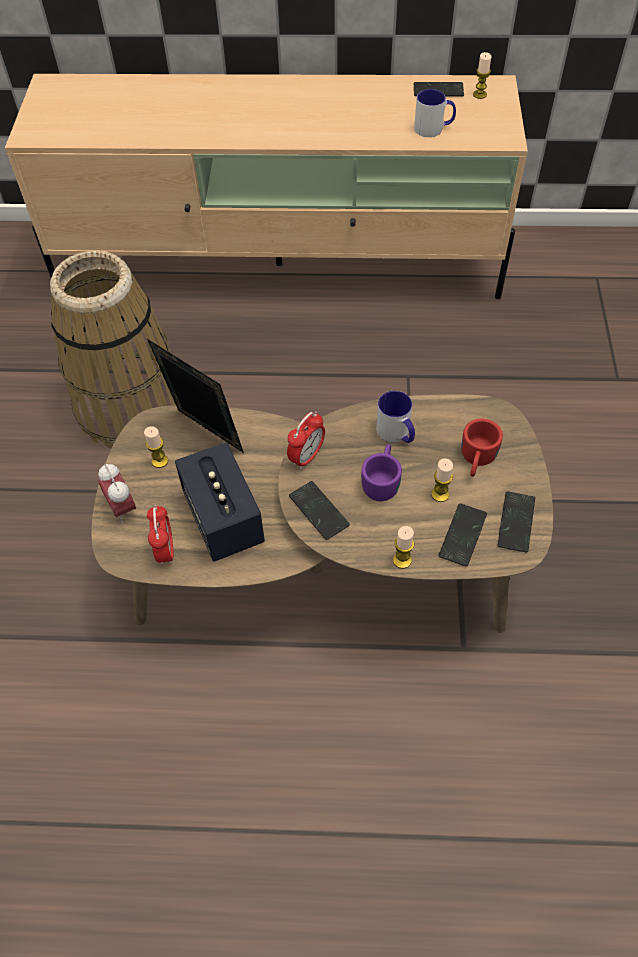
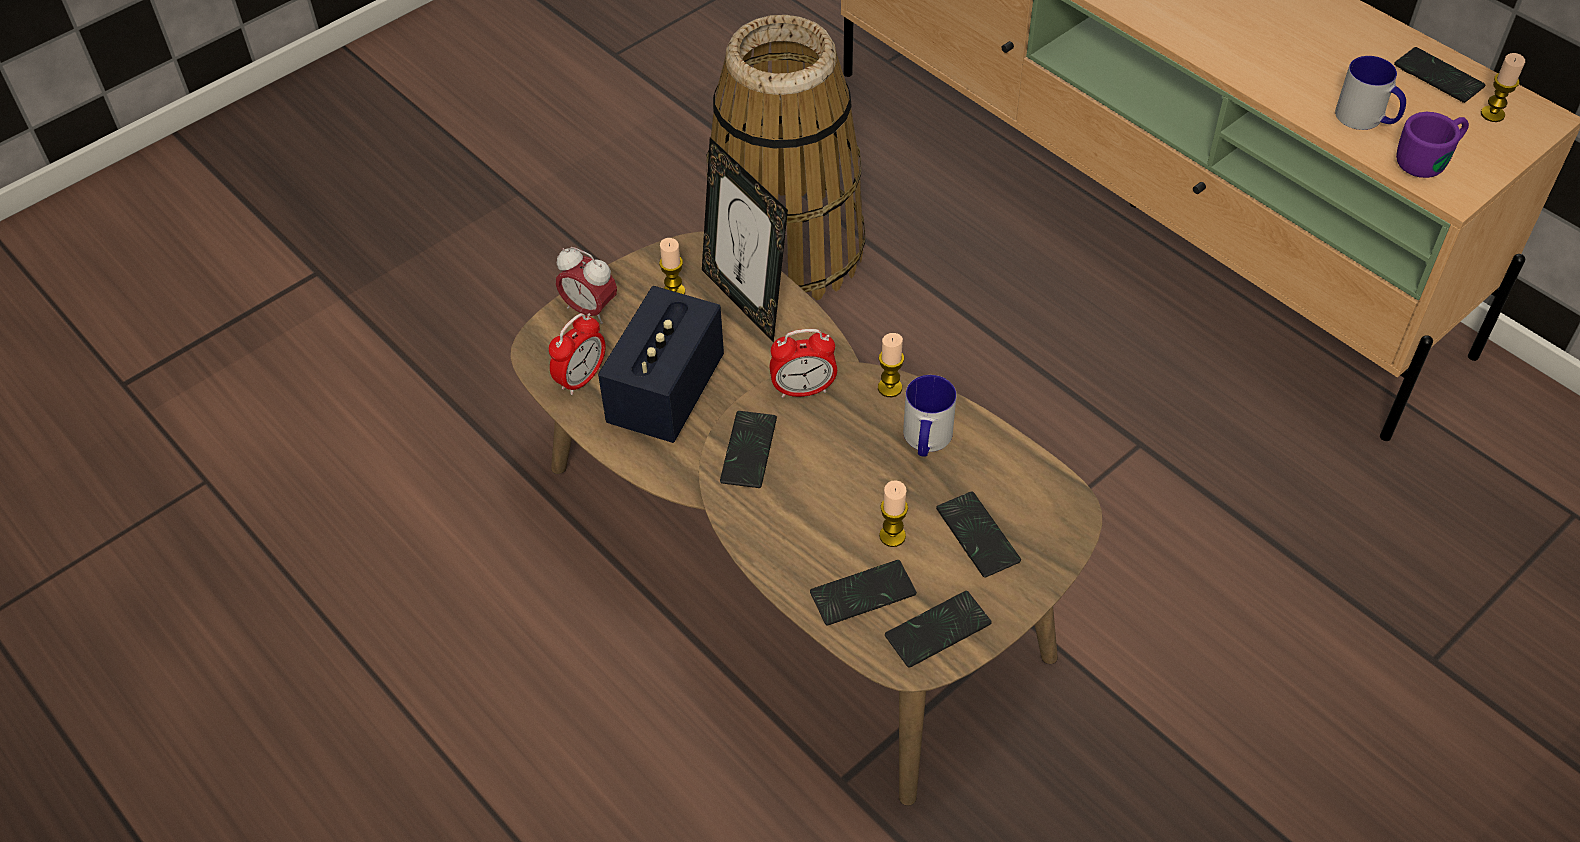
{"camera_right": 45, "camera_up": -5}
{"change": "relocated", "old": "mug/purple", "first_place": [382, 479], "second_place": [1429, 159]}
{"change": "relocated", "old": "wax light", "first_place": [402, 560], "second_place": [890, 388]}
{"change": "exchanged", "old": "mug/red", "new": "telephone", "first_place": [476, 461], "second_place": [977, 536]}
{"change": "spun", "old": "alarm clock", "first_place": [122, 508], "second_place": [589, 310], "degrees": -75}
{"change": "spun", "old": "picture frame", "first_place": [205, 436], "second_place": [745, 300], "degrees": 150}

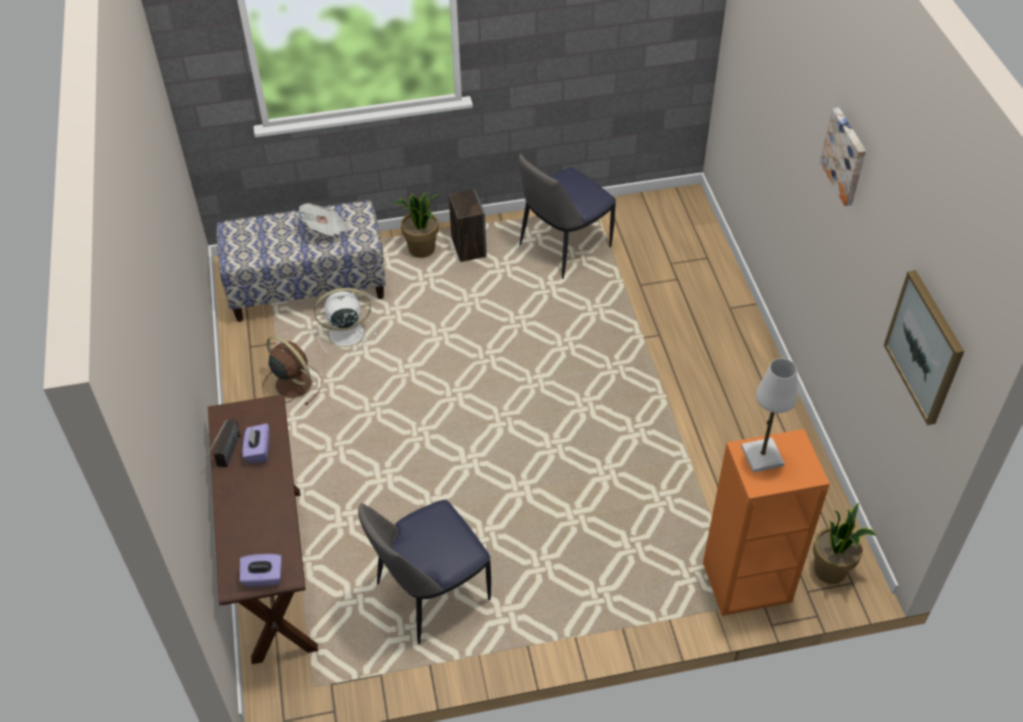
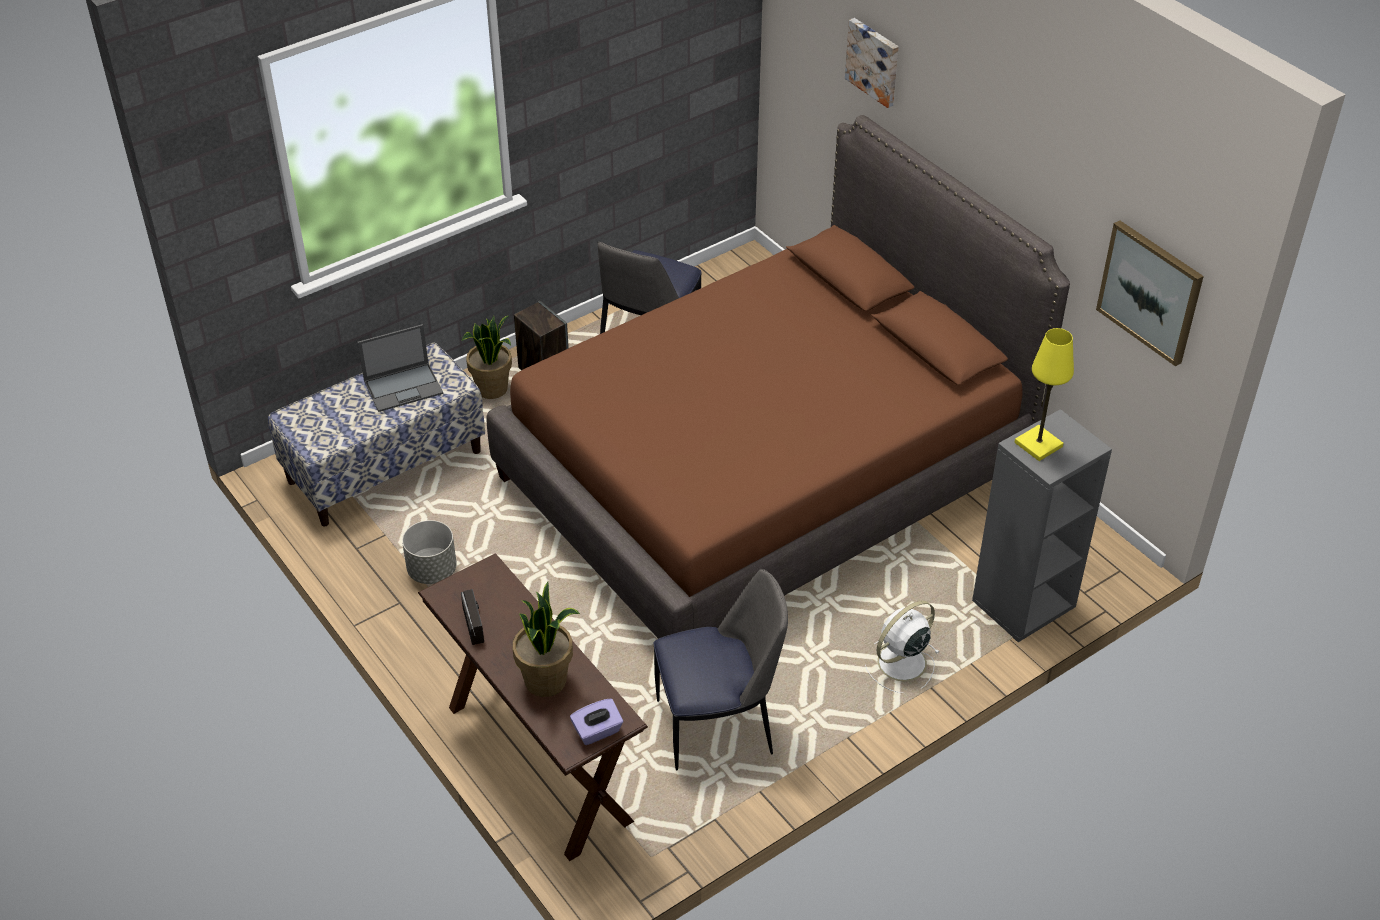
{"camera_right": -25, "camera_up": -5}
{"change": "missing", "old": "tissue box/purple", "first_place": [258, 450]}
{"change": "appeared", "new": "sleeping bed/brownish", "second_place": [765, 475]}
{"change": "relocated", "old": "fan/whitish", "first_place": [344, 334], "second_place": [900, 663]}
{"change": "relocated", "old": "potted plant", "first_place": [830, 570], "second_place": [546, 681]}
{"change": "relocated", "old": "picture", "first_place": [846, 156], "second_place": [874, 61]}
{"change": "exchanged", "old": "fan/brownish", "new": "planter/grey", "first_place": [292, 383], "second_place": [432, 571]}
{"change": "exchanged", "old": "printed paper", "new": "portable computer", "first_place": [326, 230], "second_place": [404, 387]}
{"change": "colour", "old": "bookshelf/orangey", "new": "bookshelf/grey", "first_place": [746, 583], "second_place": [1023, 605]}
{"change": "colour", "old": "lamp for a table/whitish", "new": "lamp for a table/yellow-coloured", "first_place": [762, 456], "second_place": [1038, 444]}
{"change": "spun", "old": "chair", "first_place": [430, 594], "second_place": [718, 725], "degrees": -135}

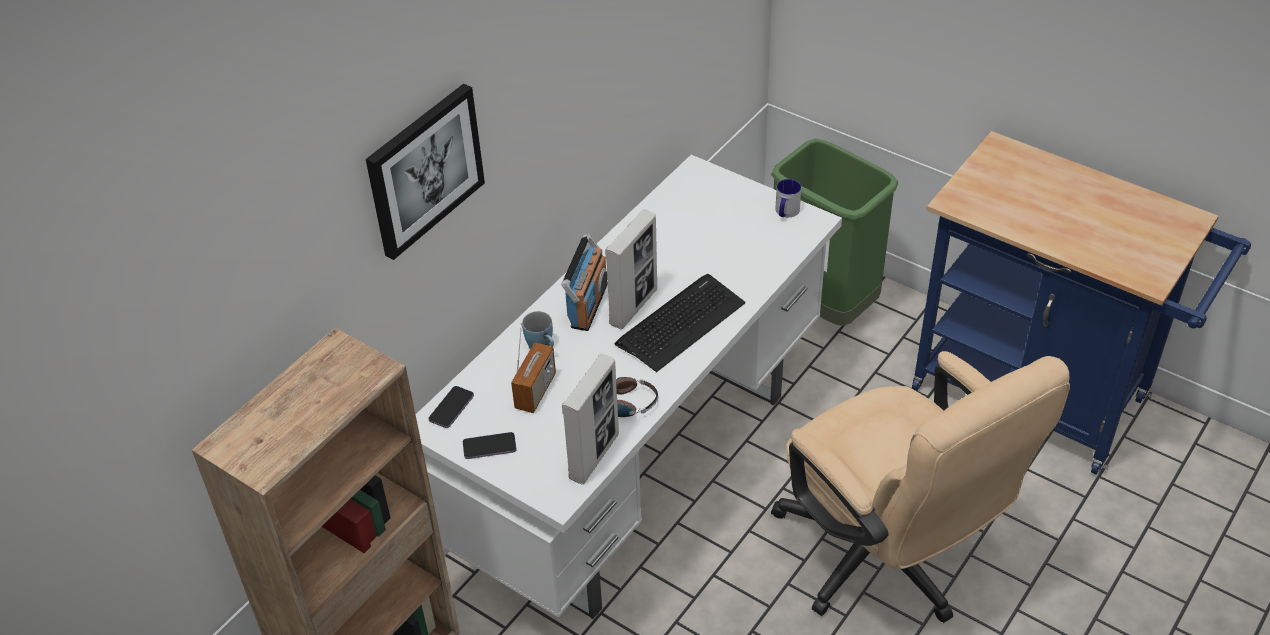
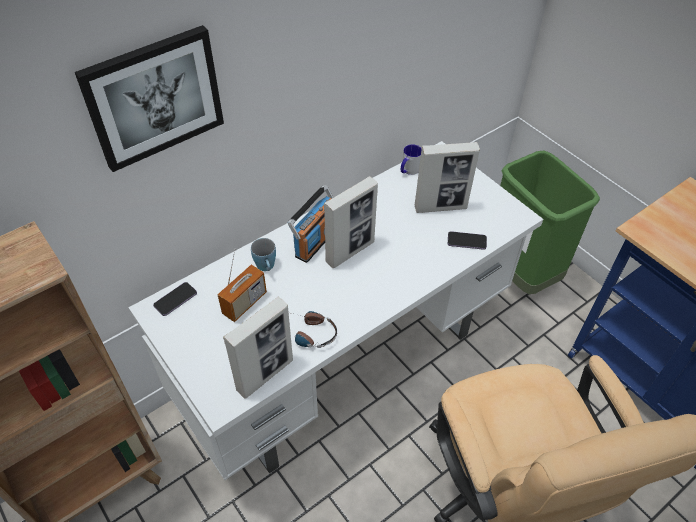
{"camera_right": 15, "camera_up": 5}
{"change": "missing", "old": "PC keyboard", "first_place": [680, 323]}
{"change": "appeared", "new": "picture frame", "second_place": [440, 207]}
{"change": "relocated", "old": "telephone", "first_place": [489, 447], "second_place": [466, 241]}
{"change": "relocated", "old": "mug", "first_place": [785, 212], "second_place": [408, 170]}

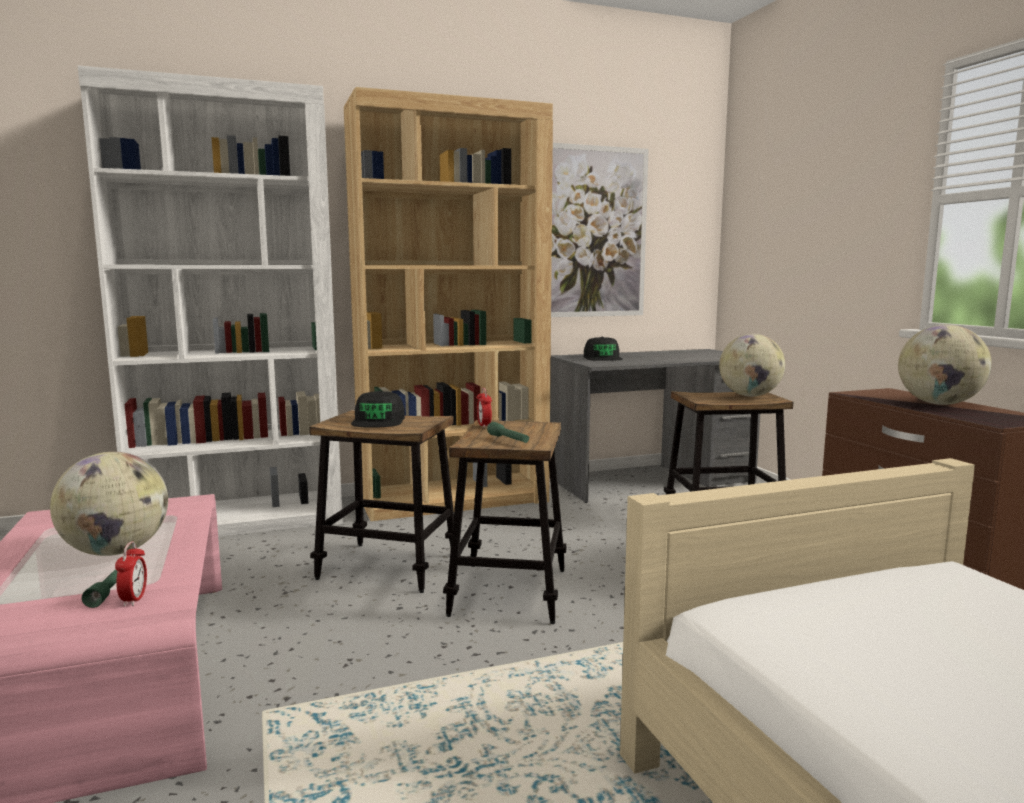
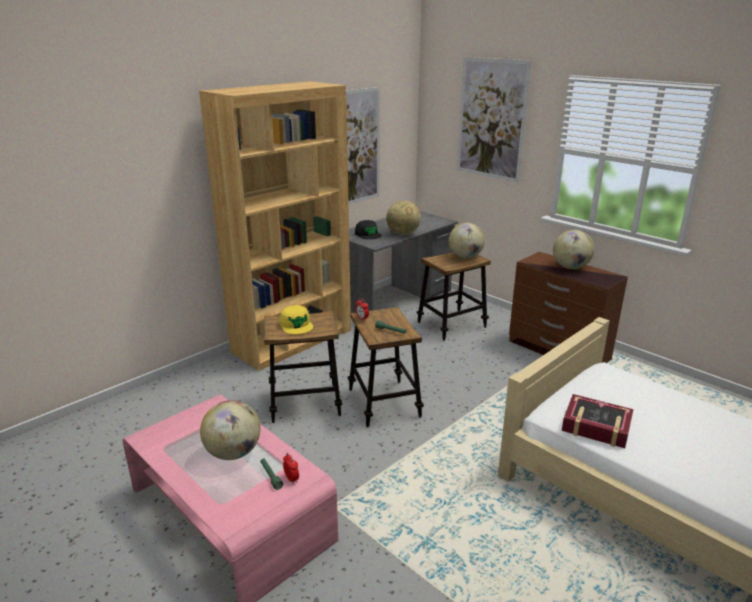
{"camera_right": -25, "camera_up": 15}
{"change": "missing", "old": "bookshelf/whitish", "first_place": [240, 521]}
{"change": "appeared", "new": "world globe", "second_place": [403, 234]}
{"change": "appeared", "new": "picture", "second_place": [491, 119]}
{"change": "appeared", "new": "volume", "second_place": [596, 427]}
{"change": "colour", "old": "baseball cap/black", "new": "baseball cap/yellow-coloured", "first_place": [378, 421], "second_place": [296, 325]}

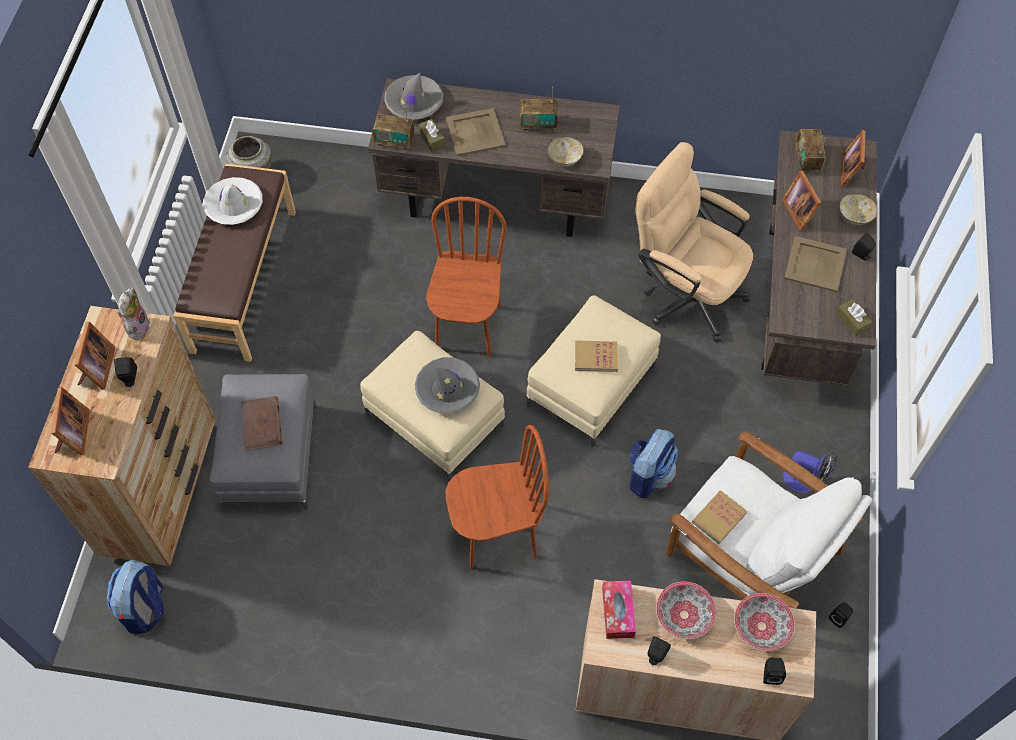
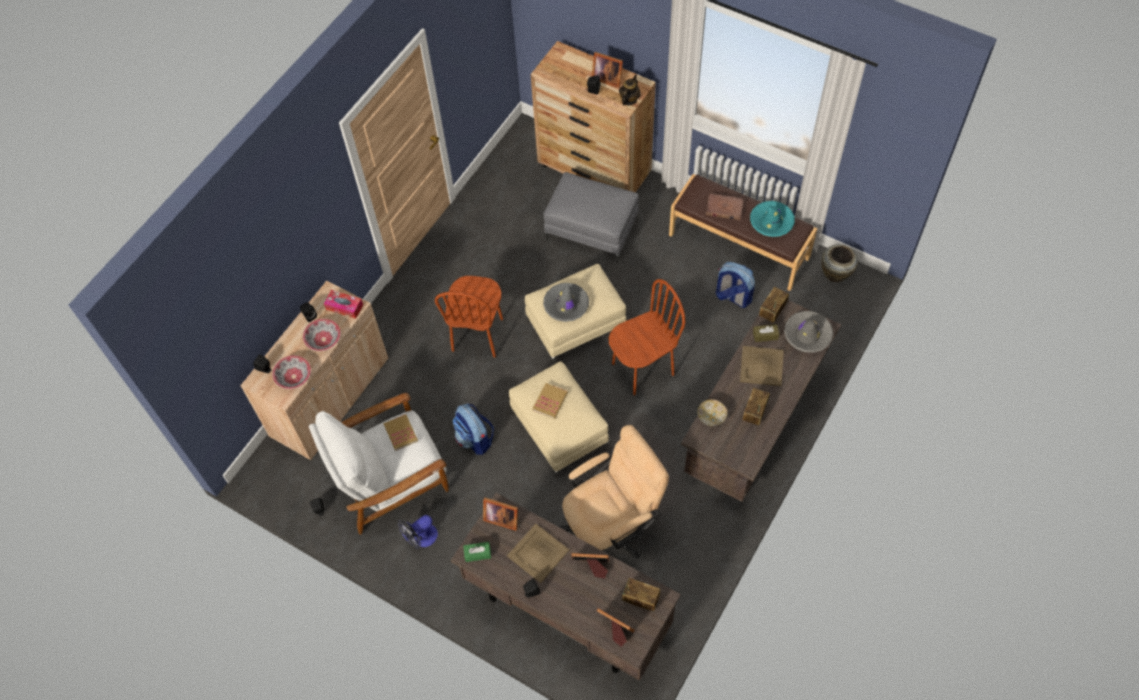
{"camera_right": 115, "camera_up": 0}
{"change": "missing", "old": "deep dish", "first_place": [854, 217]}
{"change": "relocated", "old": "picture frame", "first_place": [73, 435], "second_place": [501, 517]}
{"change": "relocated", "old": "backpack", "first_place": [145, 608], "second_place": [732, 297]}
{"change": "relocated", "old": "volume/brownish", "first_place": [262, 425], "second_place": [724, 208]}
{"change": "exchanged", "old": "plush toy", "new": "teapot", "first_place": [137, 326], "second_place": [629, 100]}
{"change": "colour", "old": "hat/whitish", "new": "hat/turquoise", "first_place": [234, 205], "second_place": [771, 222]}
{"change": "colour", "old": "tissue box/brownish", "new": "tissue box/green", "first_place": [852, 321], "second_place": [477, 553]}
{"change": "spun", "old": "chair/brownish", "first_place": [467, 327], "second_place": [642, 368], "degrees": -60}

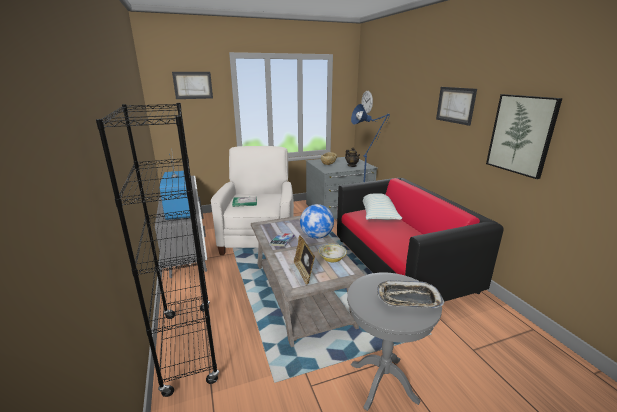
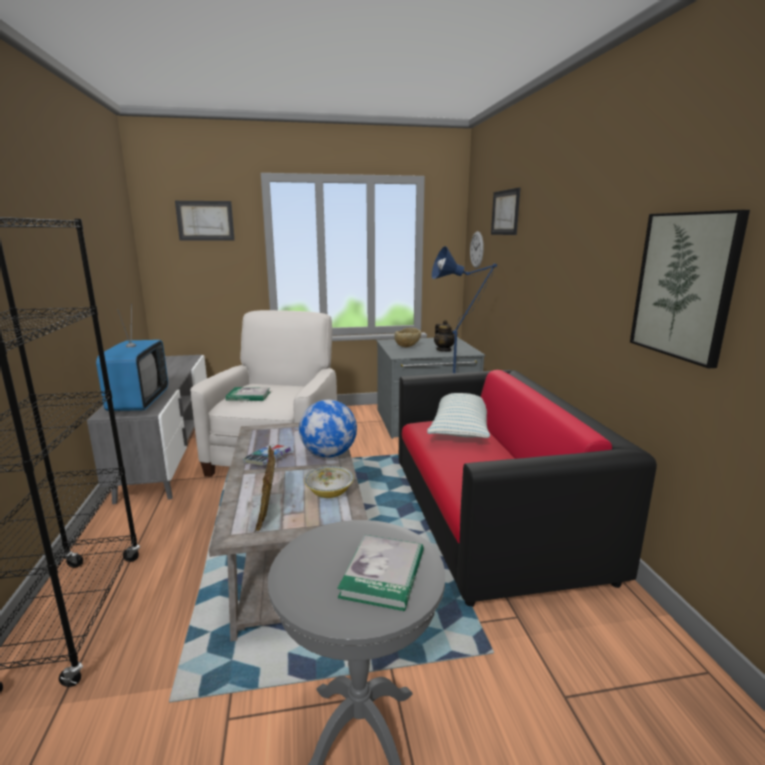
{"camera_right": 10, "camera_up": -5}
{"change": "relocated", "old": "picture", "first_place": [455, 105], "second_place": [505, 212]}
{"change": "exchanged", "old": "tray", "new": "volume", "first_place": [408, 299], "second_place": [383, 574]}

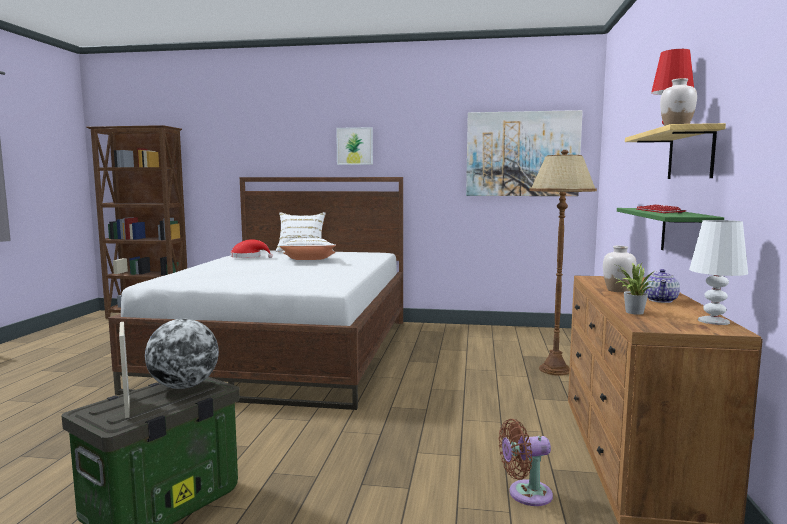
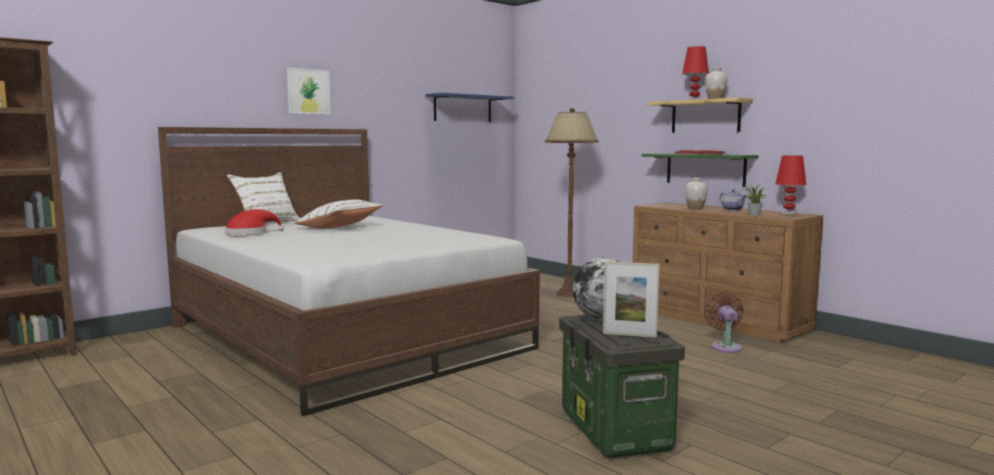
{"camera_right": -50, "camera_up": 0}
{"change": "exchanged", "old": "picture", "new": "bracket shelf/blue-coloured", "first_place": [522, 154], "second_place": [463, 108]}
{"change": "colour", "old": "lamp for a table/whitish", "new": "lamp for a table/red", "first_place": [713, 321], "second_place": [788, 213]}
{"change": "spun", "old": "fan/brownish", "first_place": [525, 494], "second_place": [725, 347], "degrees": 150}

